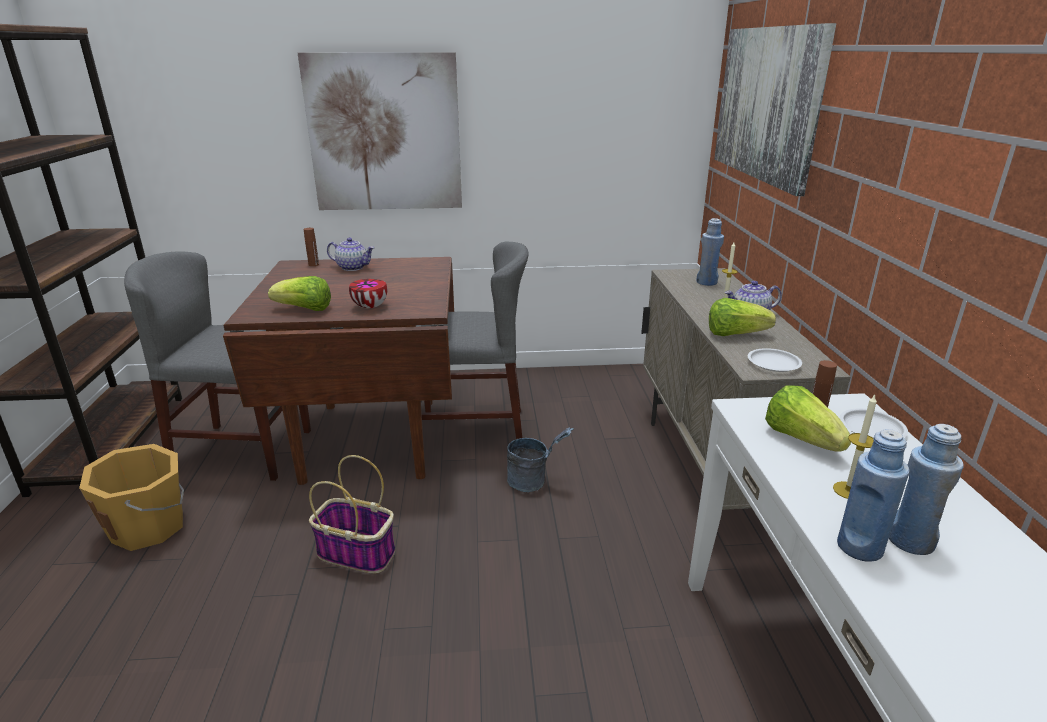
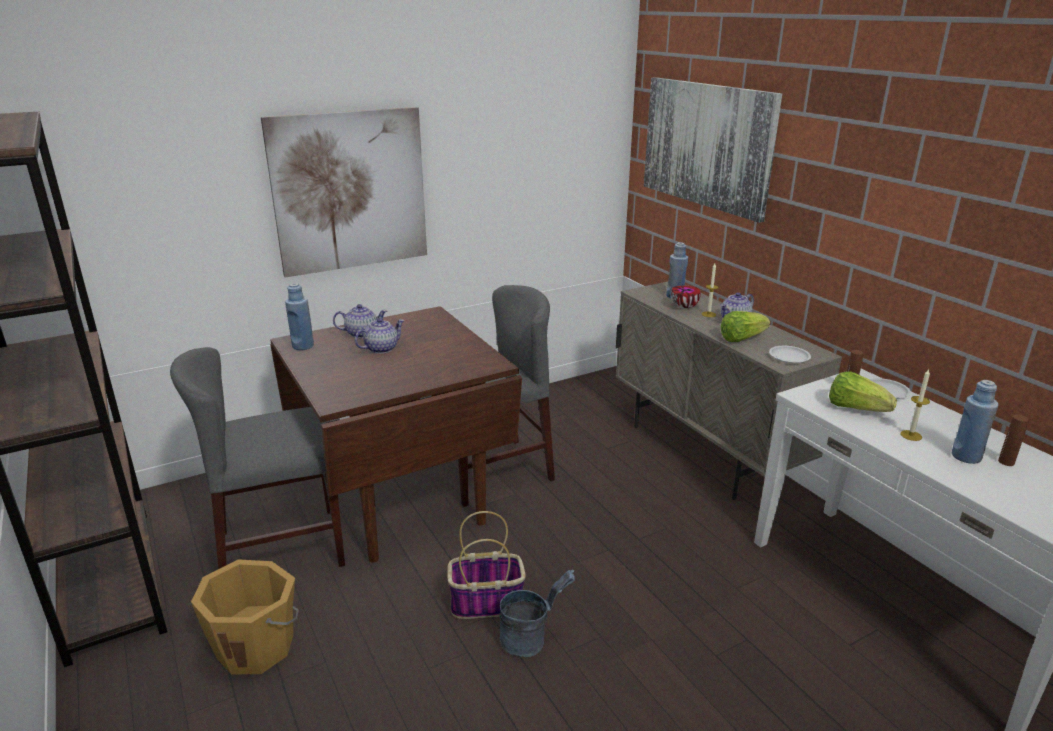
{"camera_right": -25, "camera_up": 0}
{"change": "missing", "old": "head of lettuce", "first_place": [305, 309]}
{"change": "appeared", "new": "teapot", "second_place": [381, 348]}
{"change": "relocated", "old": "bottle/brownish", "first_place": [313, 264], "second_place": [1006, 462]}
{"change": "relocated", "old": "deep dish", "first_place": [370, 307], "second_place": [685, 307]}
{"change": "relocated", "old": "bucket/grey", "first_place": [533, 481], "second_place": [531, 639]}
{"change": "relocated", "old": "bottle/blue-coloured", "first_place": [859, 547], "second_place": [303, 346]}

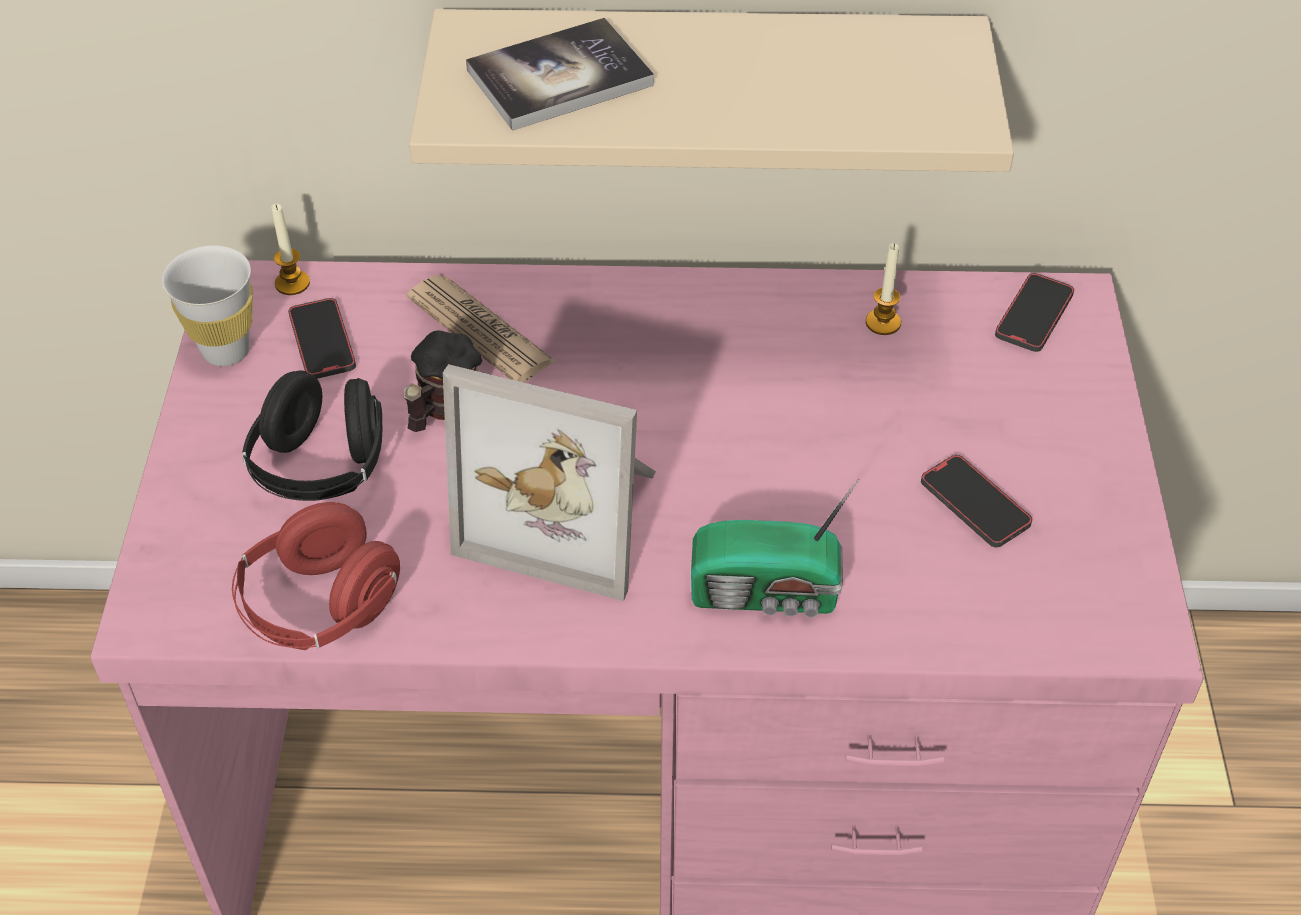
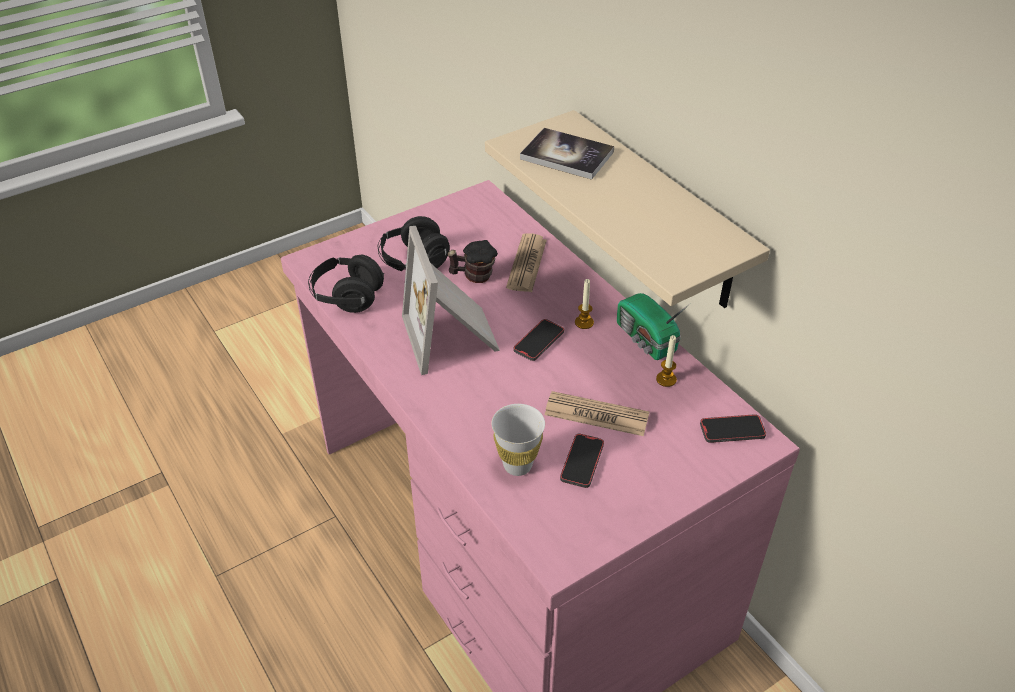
{"camera_right": 55, "camera_up": -5}
{"change": "appeared", "new": "printed paper", "second_place": [596, 415]}
{"change": "relocated", "old": "small cup/whitish", "first_place": [226, 351], "second_place": [517, 465]}
{"change": "relocated", "old": "wax light", "first_place": [292, 283], "second_place": [584, 322]}
{"change": "relocated", "old": "telephone", "first_place": [322, 342], "second_place": [538, 341]}
{"change": "relocated", "old": "radio receiver", "first_place": [768, 594], "second_place": [645, 339]}
{"change": "colour", "old": "pair of headphones/red", "new": "pair of headphones/black", "first_place": [320, 607], "second_place": [347, 297]}

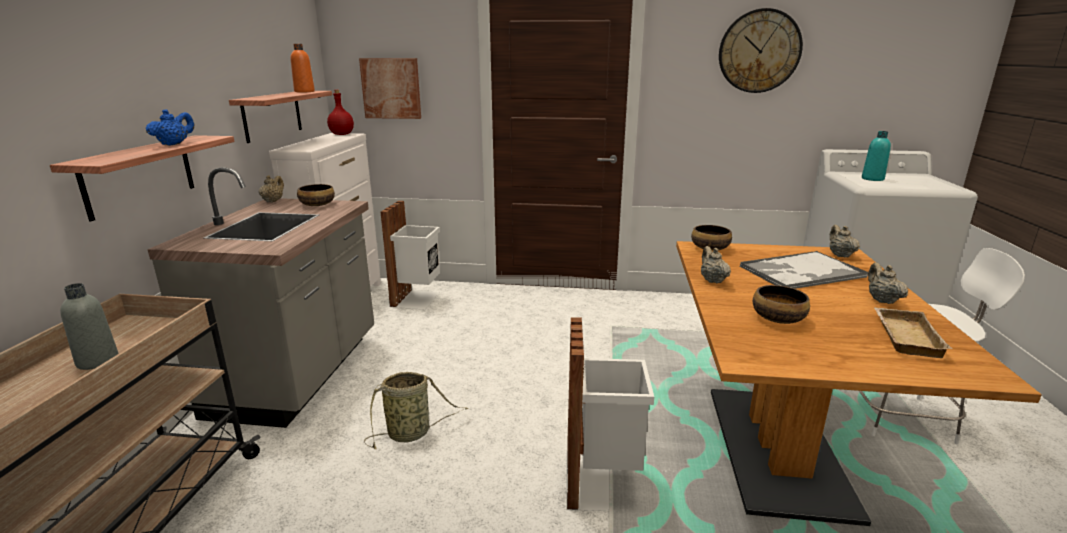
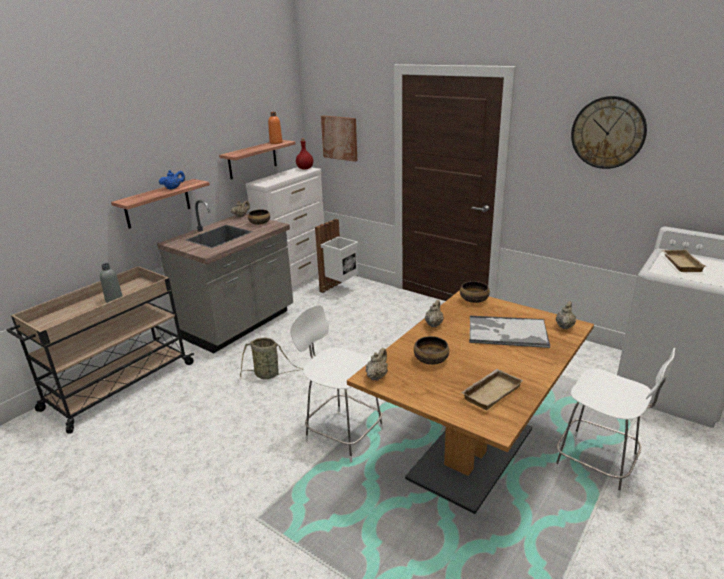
{"camera_right": 30, "camera_up": 5}
{"change": "relocated", "old": "teapot/sand-coloured", "first_place": [881, 300], "second_place": [377, 376]}
{"change": "exchanged", "old": "rubbish bin/whitish", "new": "chair/whitish", "first_place": [602, 483], "second_place": [342, 434]}
{"change": "exchanged", "old": "bottle/turquoise", "new": "tray/sand-coloured", "first_place": [872, 179], "second_place": [680, 263]}

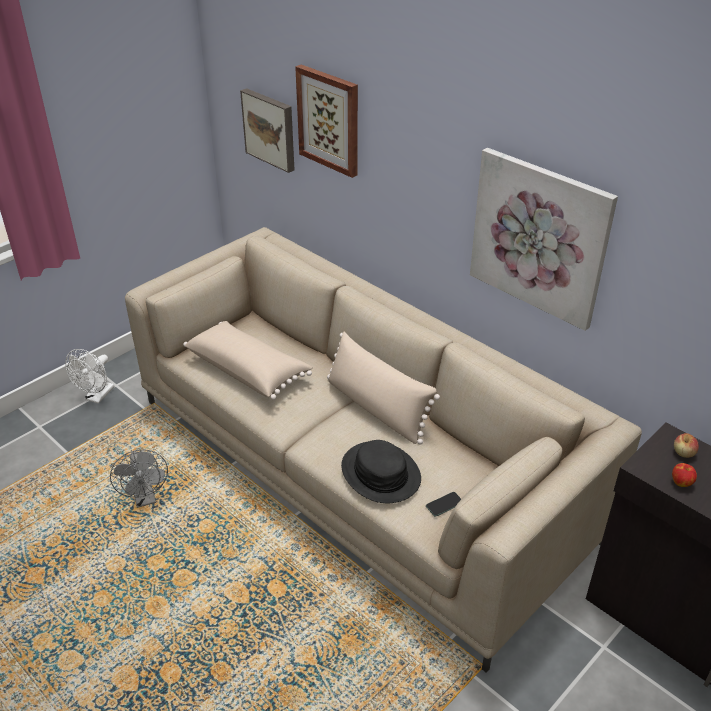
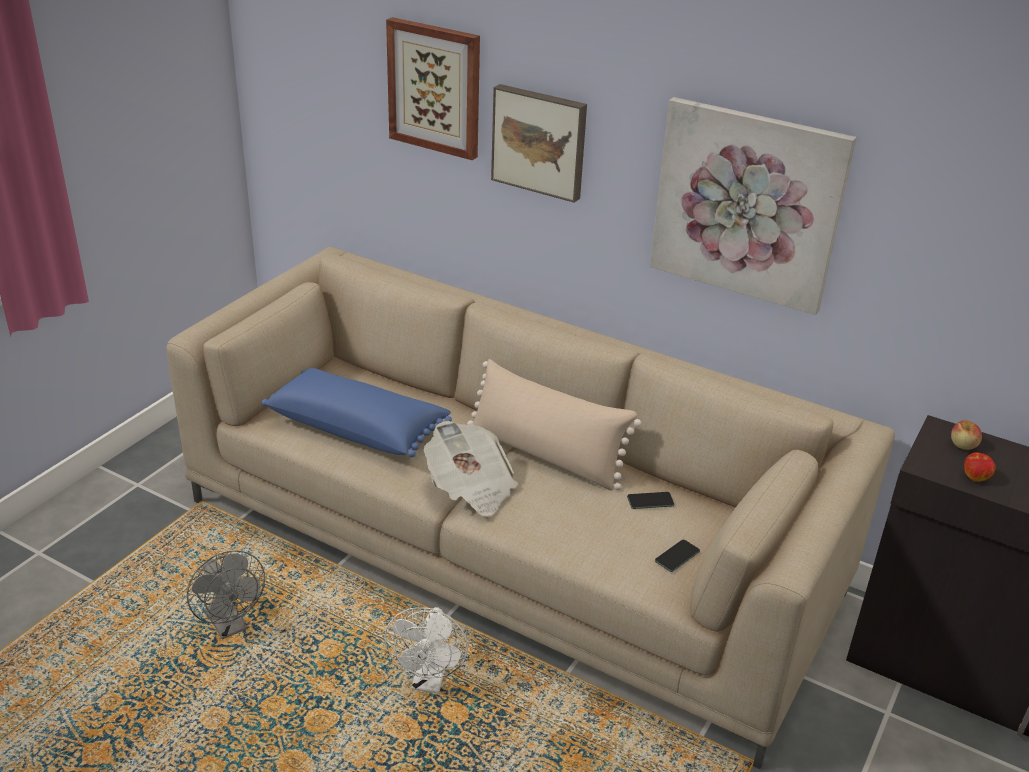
{"camera_right": -15, "camera_up": -5}
{"change": "missing", "old": "hat/black", "first_place": [380, 473]}
{"change": "appeared", "new": "printed paper", "second_place": [470, 488]}
{"change": "appeared", "new": "telephone", "second_place": [650, 501]}
{"change": "relocated", "old": "fan/whitish", "first_place": [97, 397], "second_place": [429, 681]}
{"change": "relocated", "old": "picture", "first_place": [270, 129], "second_place": [540, 141]}
{"change": "colour", "old": "cushion/sand-coloured", "new": "cushion/blue-coloured", "first_place": [248, 370], "second_place": [358, 428]}

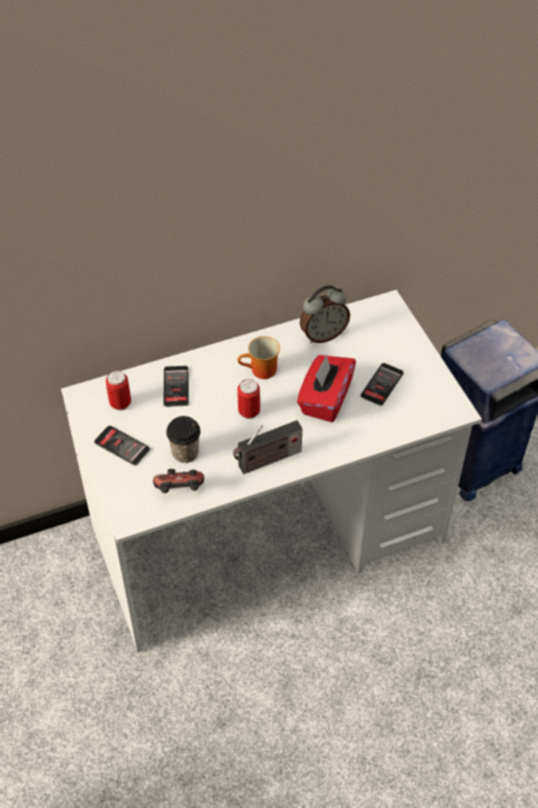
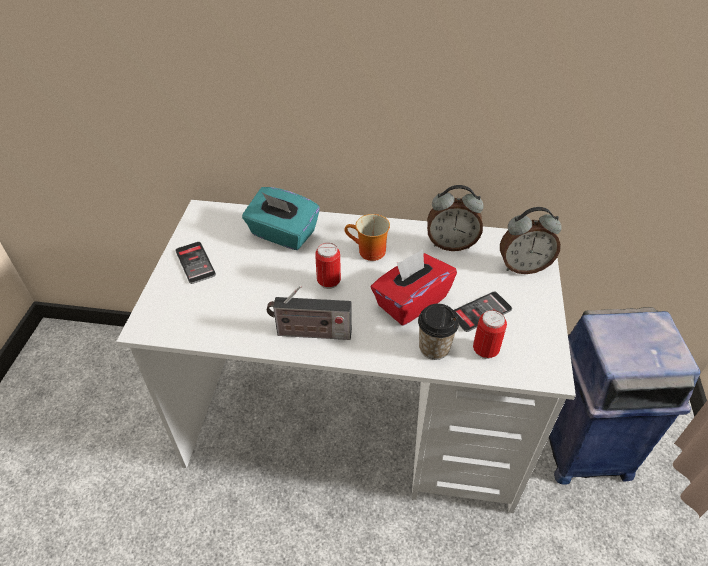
{"camera_right": 30, "camera_up": -5}
{"change": "missing", "old": "game controller", "first_place": [180, 491]}
{"change": "appeared", "new": "alarm clock", "second_place": [523, 266]}
{"change": "relocated", "old": "metal can", "first_place": [120, 404], "second_place": [485, 350]}
{"change": "relocated", "old": "small cup", "first_place": [185, 453], "second_place": [434, 348]}
{"change": "exchanged", "old": "telephone", "new": "tissue box/turquoise", "first_place": [176, 386], "second_place": [282, 234]}

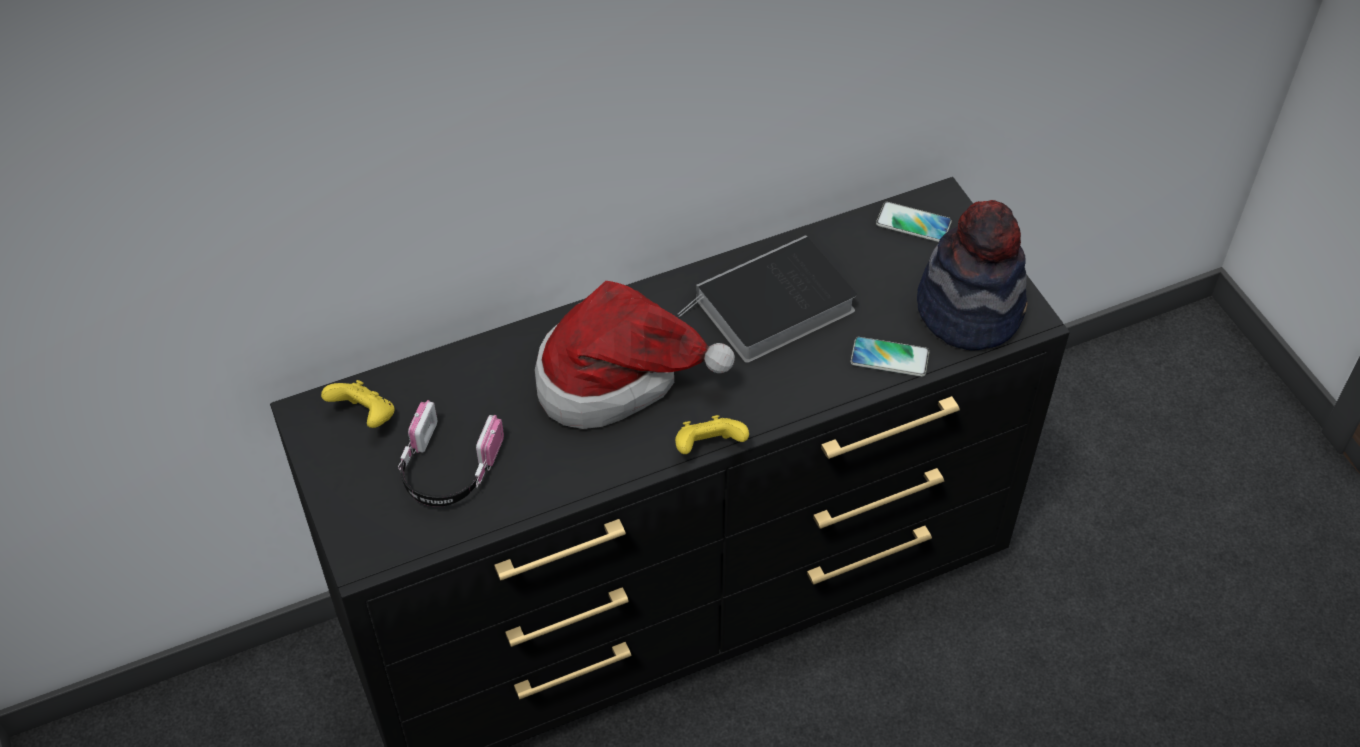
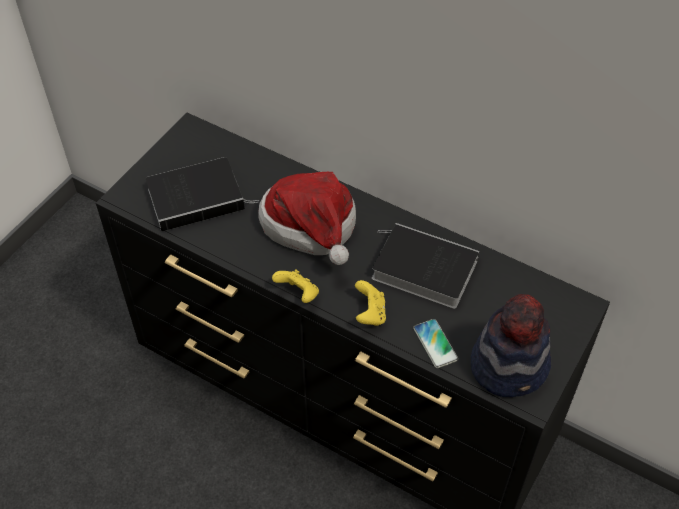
{"camera_right": 55, "camera_up": 0}
{"change": "missing", "old": "telephone", "first_place": [913, 223]}
{"change": "relocated", "old": "game controller/yellow-coloured", "first_place": [365, 417], "second_place": [370, 313]}
{"change": "exchanged", "old": "pair of headphones", "new": "volume", "first_place": [448, 469], "second_place": [198, 197]}

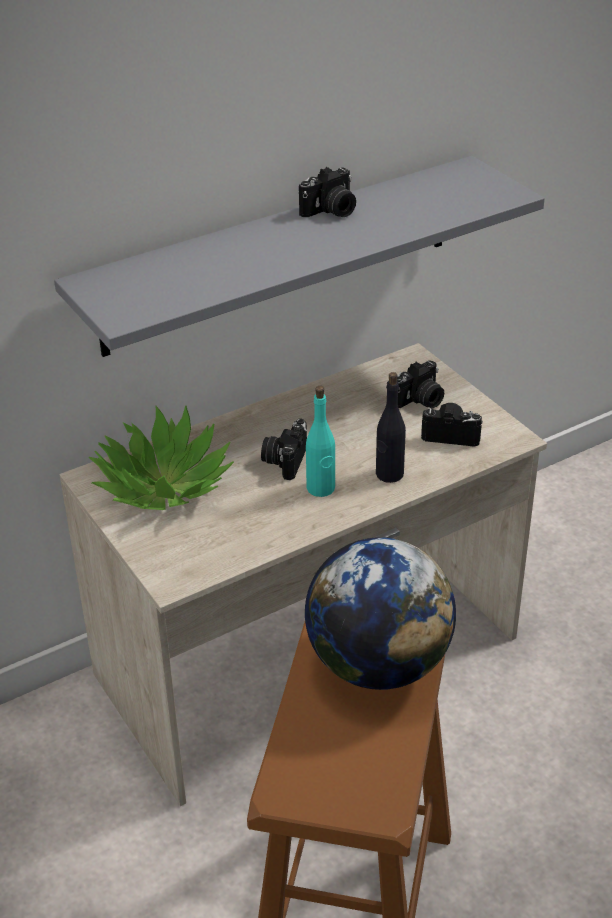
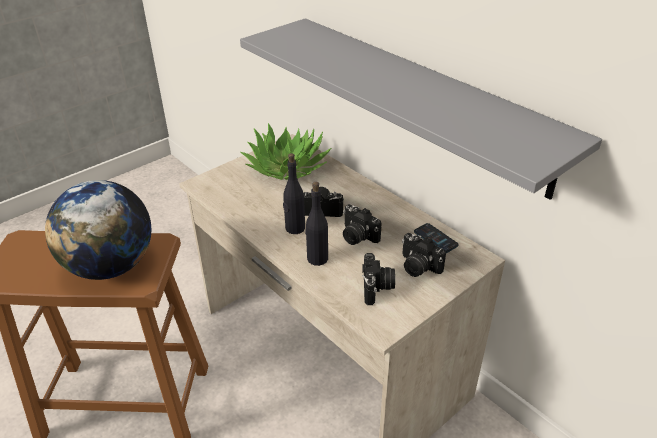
{"camera_right": 80, "camera_up": 0}
{"change": "appeared", "new": "telephone", "second_place": [435, 239]}
{"change": "relocated", "old": "photo camera", "first_place": [331, 211], "second_place": [357, 236]}
{"change": "colour", "old": "bottle/turquoise", "new": "bottle/black", "first_place": [321, 488], "second_place": [295, 228]}

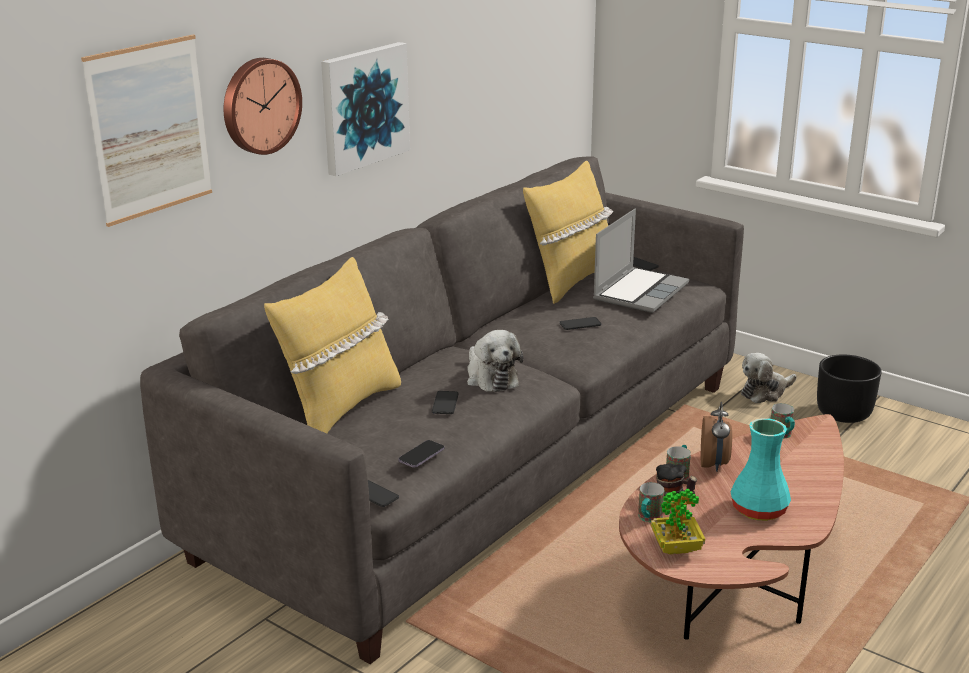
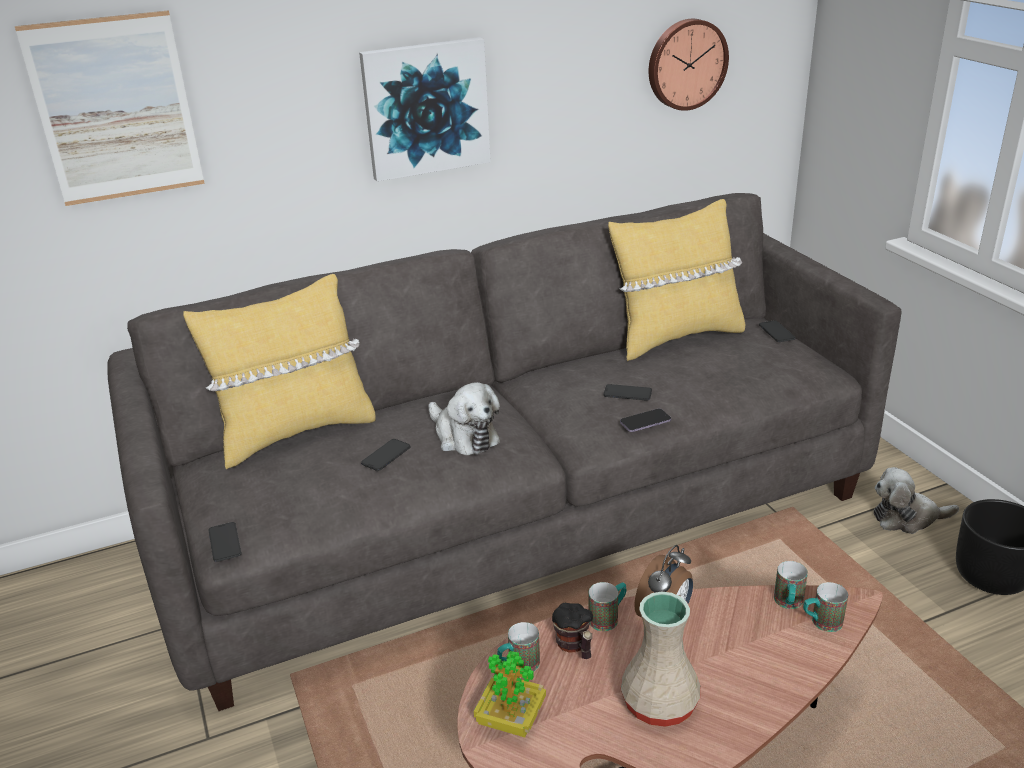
{"camera_right": 30, "camera_up": 5}
{"change": "missing", "old": "portable computer", "first_place": [640, 291]}
{"change": "appeared", "new": "mug", "second_place": [821, 623]}
{"change": "relocated", "old": "hanging clock", "first_place": [259, 105], "second_place": [686, 64]}
{"change": "relocated", "old": "telephone", "first_place": [421, 455], "second_place": [645, 422]}
{"change": "colour", "old": "decorative vase/turquoise", "new": "decorative vase/sand-coloured", "first_place": [758, 509], "second_place": [660, 702]}
{"change": "spun", "old": "plush toy", "first_place": [490, 377], "second_place": [463, 436], "degrees": -45}

